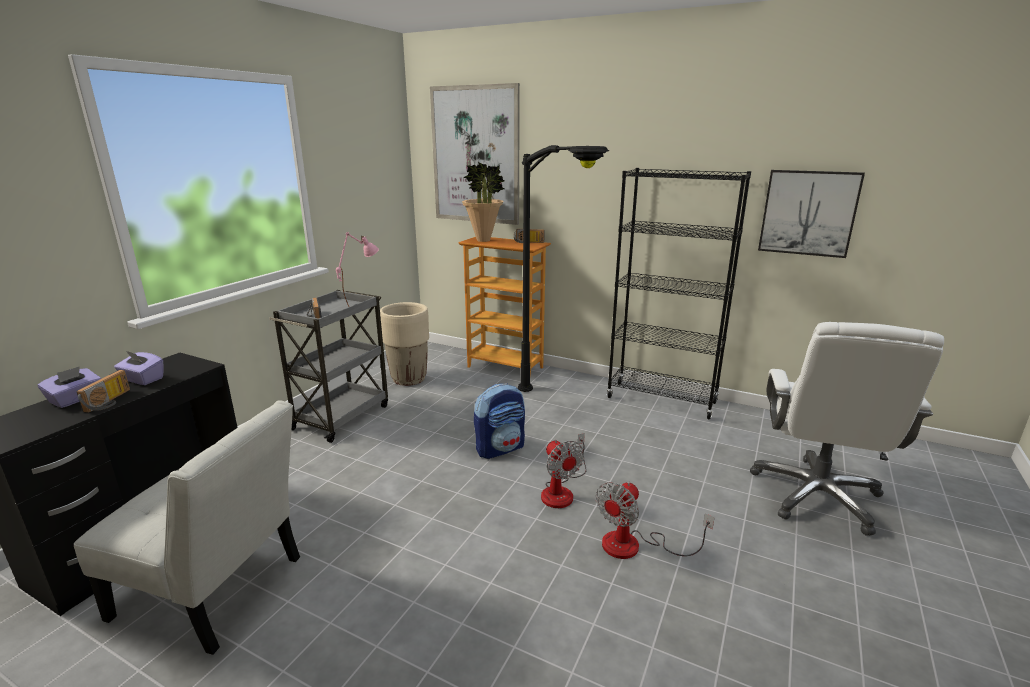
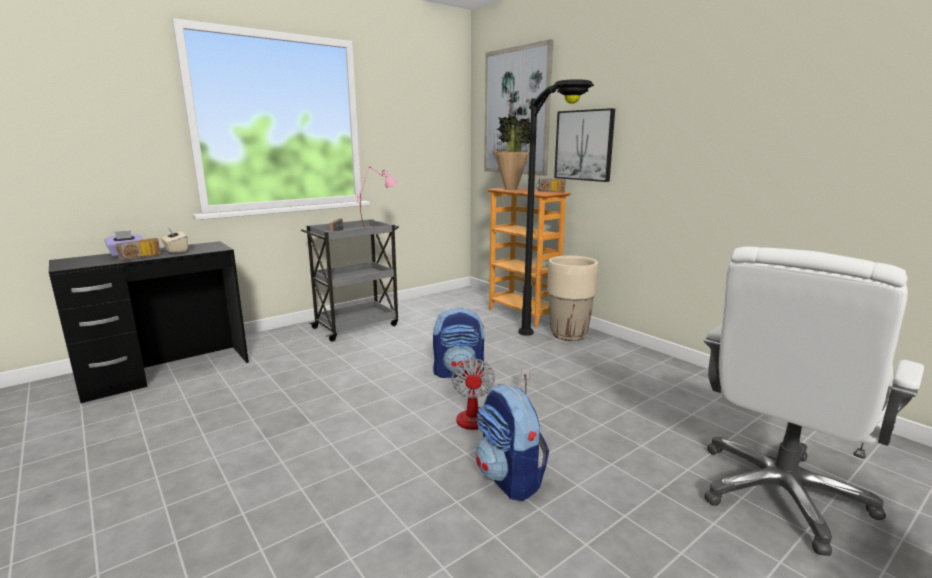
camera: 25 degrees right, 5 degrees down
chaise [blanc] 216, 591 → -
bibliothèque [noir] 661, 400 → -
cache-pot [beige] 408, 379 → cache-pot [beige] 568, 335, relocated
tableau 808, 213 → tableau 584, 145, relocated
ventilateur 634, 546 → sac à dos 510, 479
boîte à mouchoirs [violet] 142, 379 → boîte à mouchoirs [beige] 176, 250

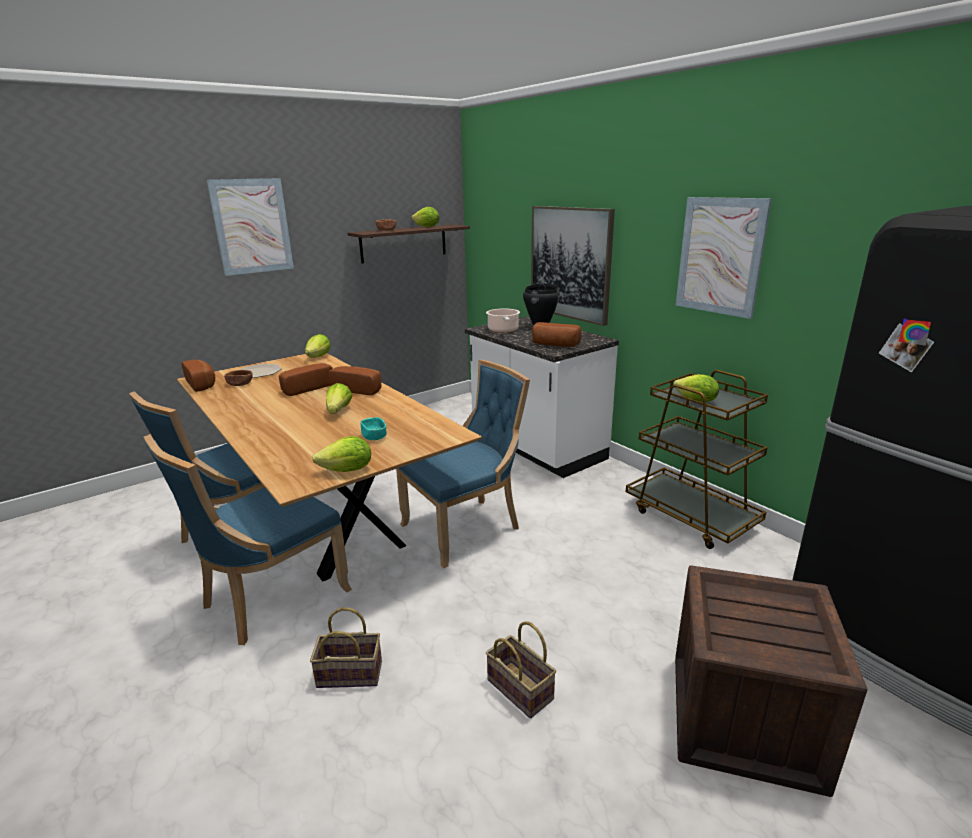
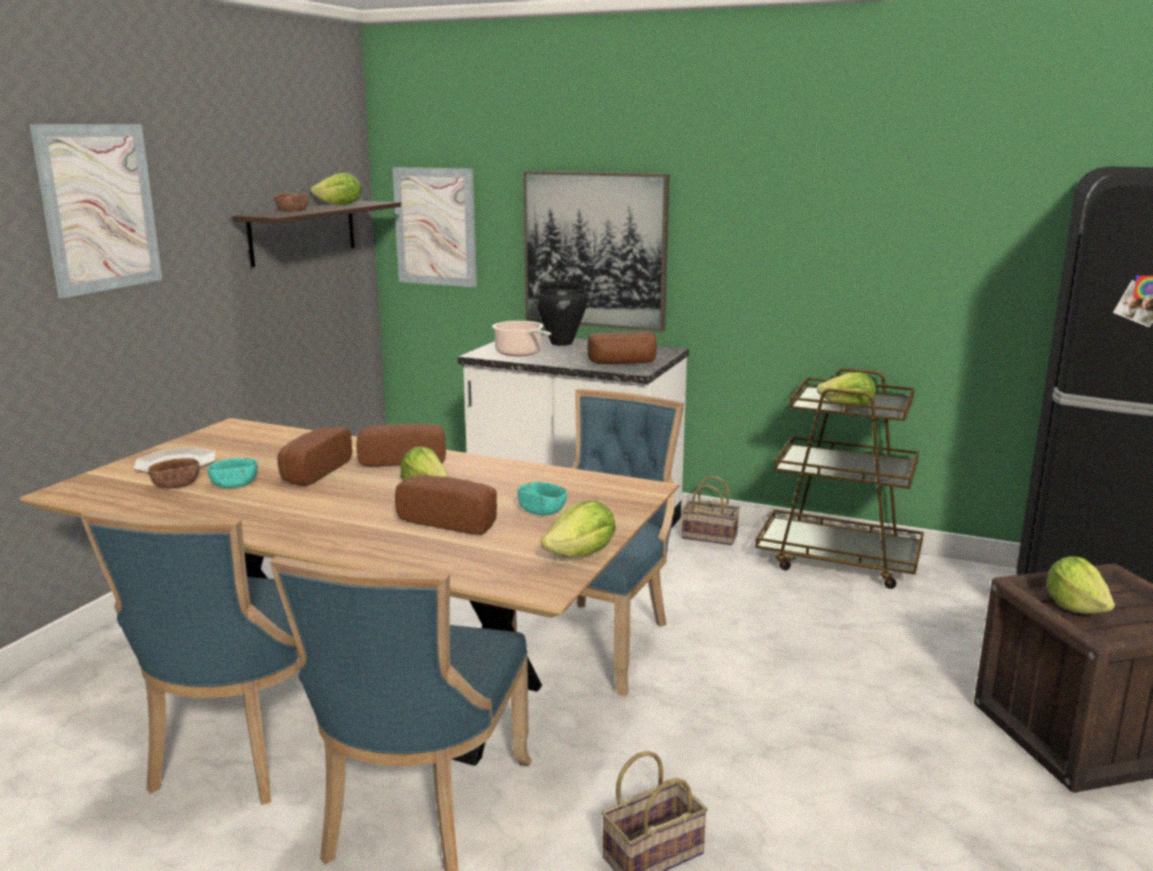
camera: 30 degrees left, 5 degrees down
- → bol [turquoise] 234, 484
pain 202, 384 → pain 452, 521, relocated
laitue 319, 357 → laitue 1076, 607, relocated
panier 522, 689 → panier 711, 536, relocated
tableau 720, 256 → tableau 435, 227, relocated

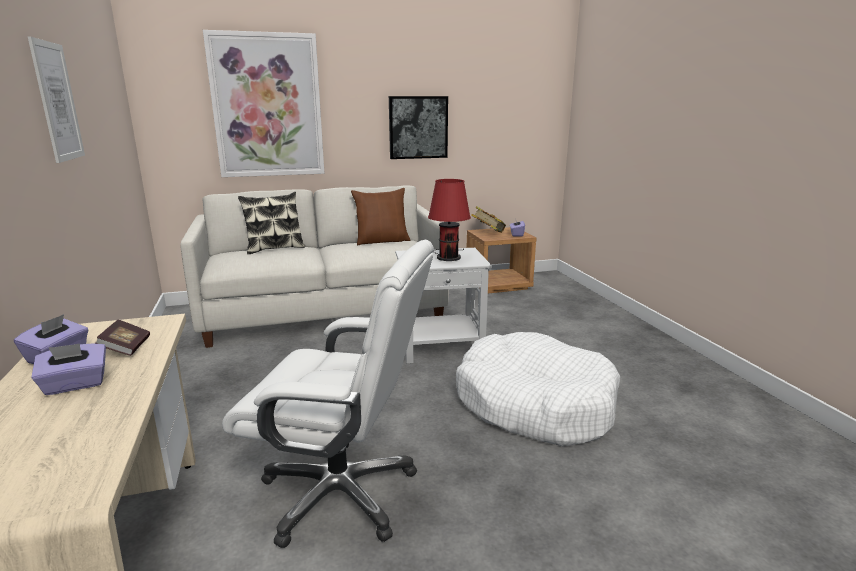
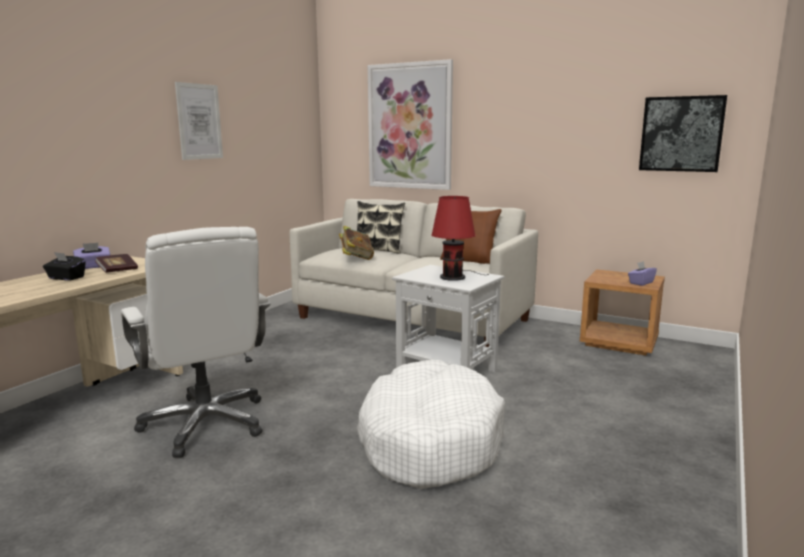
camera: 45 degrees right, 5 degrees down
tableau 418, 127 → tableau 681, 134, relocated
livre 488, 233 → livre 356, 258, relocated
boîte à mouchoirs [violet] 75, 385 → boîte à mouchoirs [noir] 66, 278

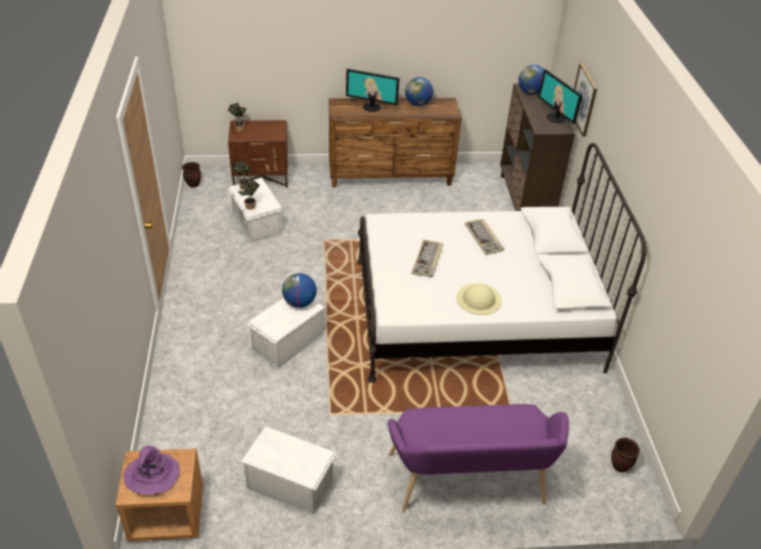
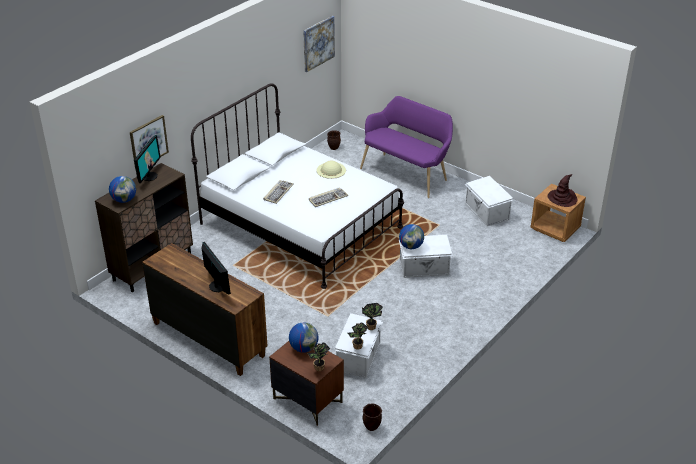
camera: 135 degrees left, 5 degrees down
- → tableau 318, 43
globe 418, 104 → globe 304, 348, relocated
chapeau [violet] 152, 475 → chapeau [marron] 562, 198

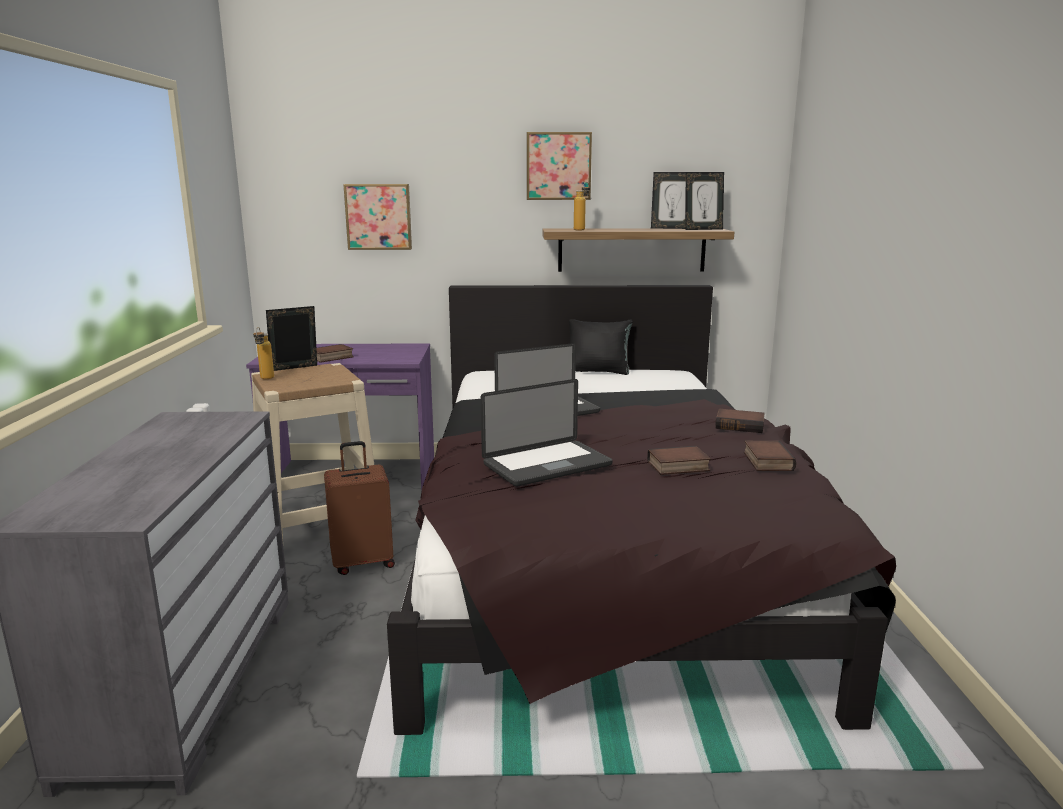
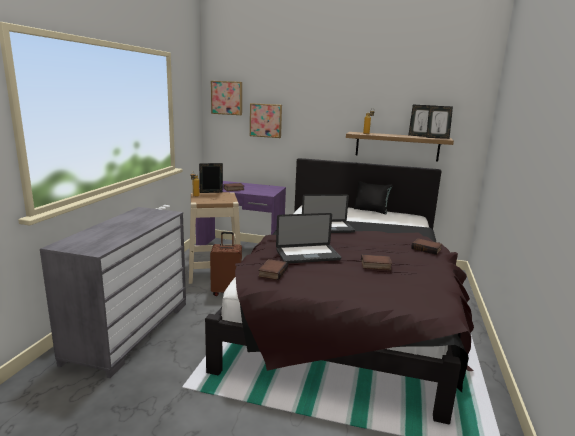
camera: 15 degrees right, 0 degrees up
tableau 558, 166 → tableau 227, 98, relocated
livre 766, 461 → livre 272, 272, relocated

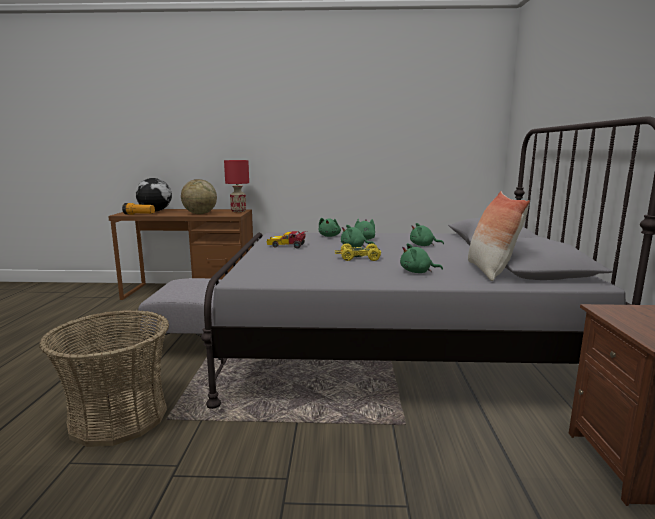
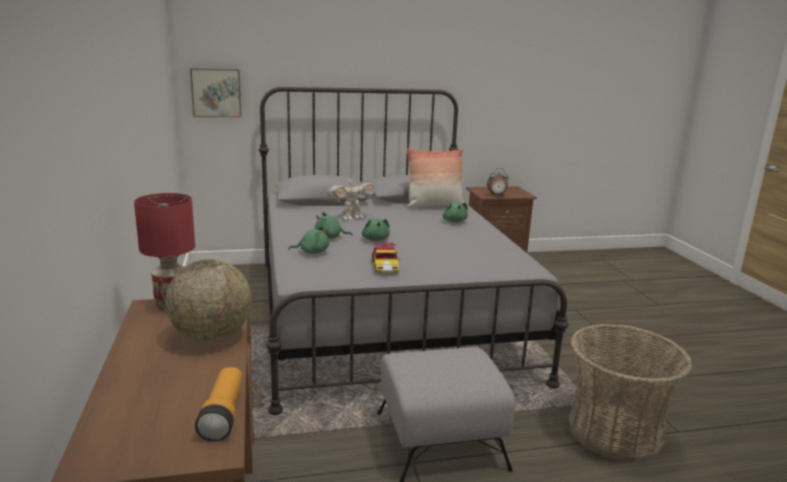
camera: 105 degrees left, 5 degrees up
globe 155, 211 → -
petite voiture [jaune] 359, 258 → -
- → tableau 216, 92
- → réveil 496, 195
peluche [vert] 423, 245 → robot jouet 351, 217

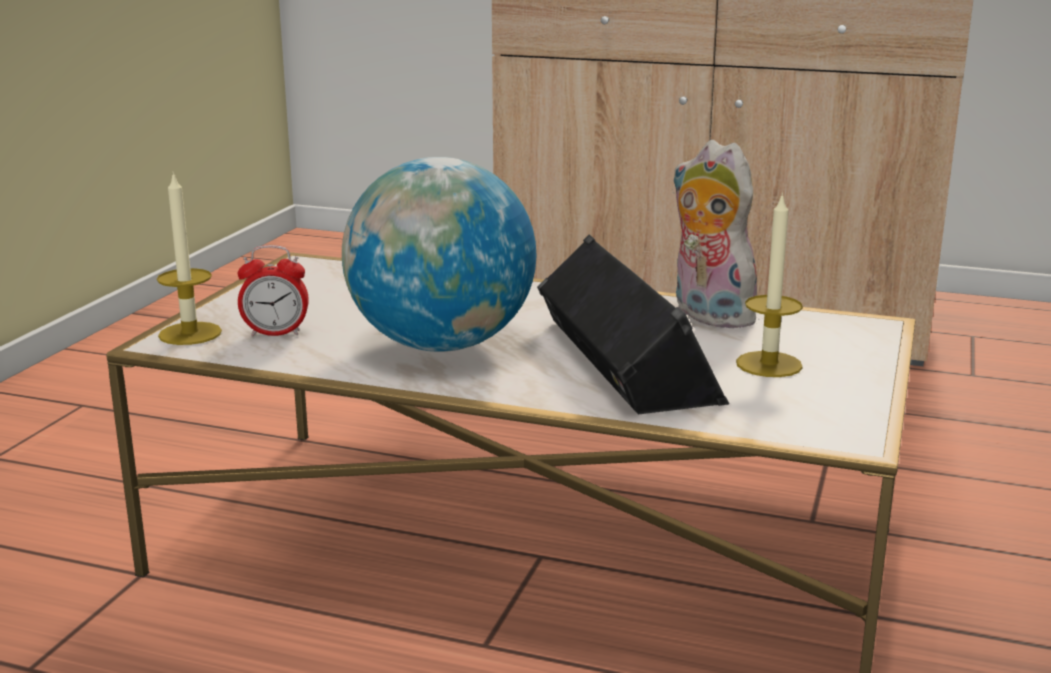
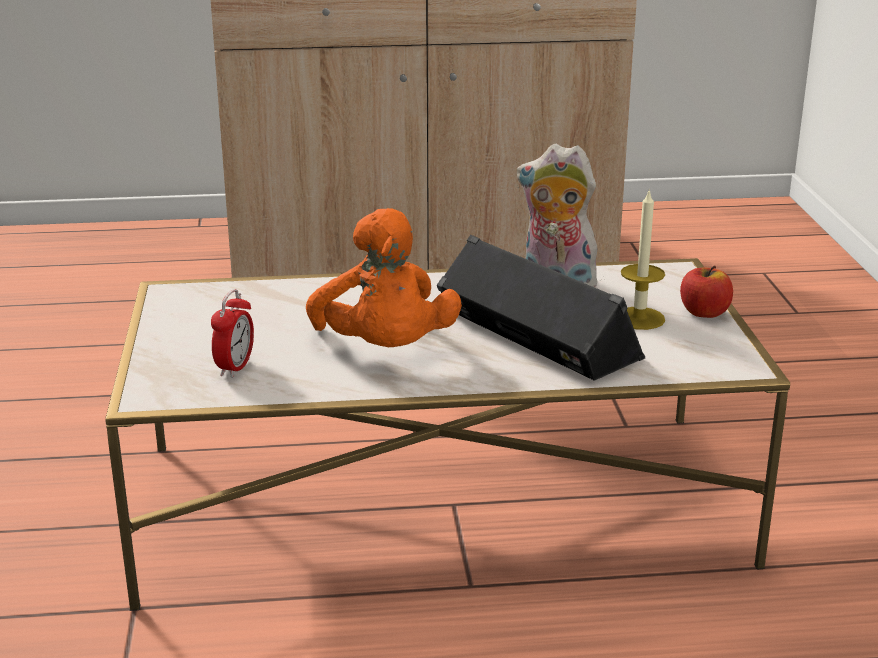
camera: 25 degrees left, 5 degrees up
bougie 190, 333 → -
- → pomme 704, 312
globe 441, 345 → peluche [orange] 385, 350
réveil 276, 333 → réveil 235, 367, 45 degrees counterclockwise

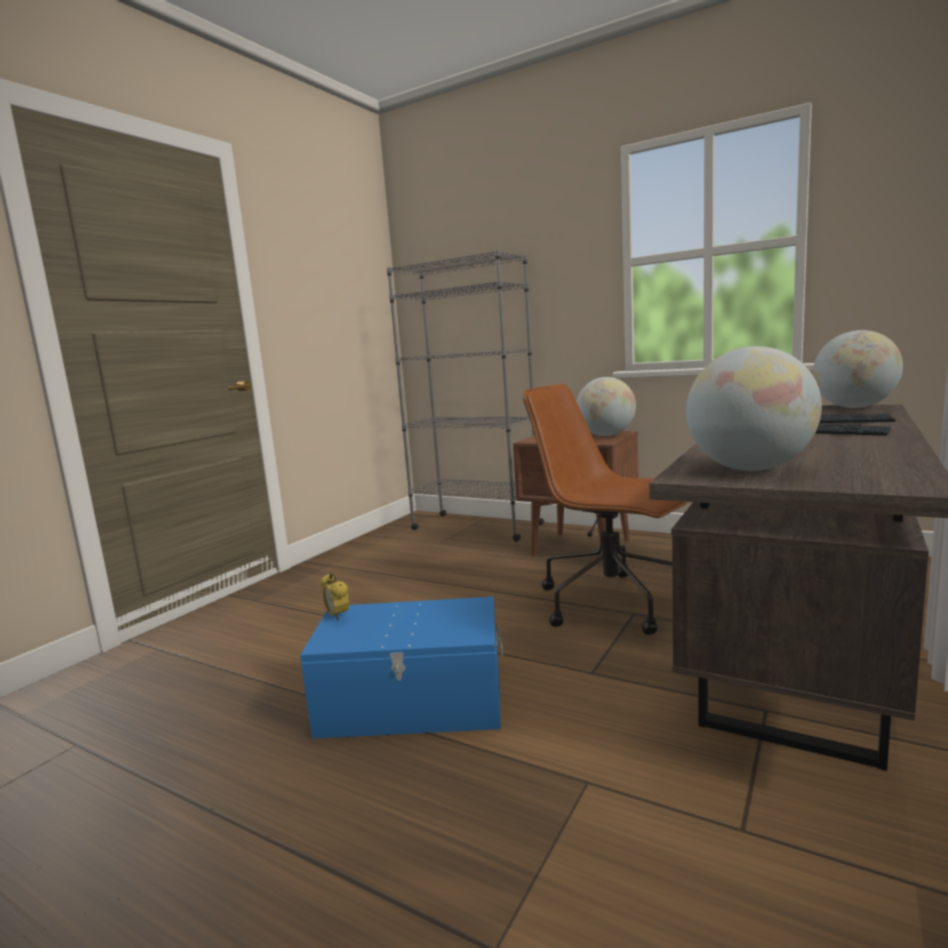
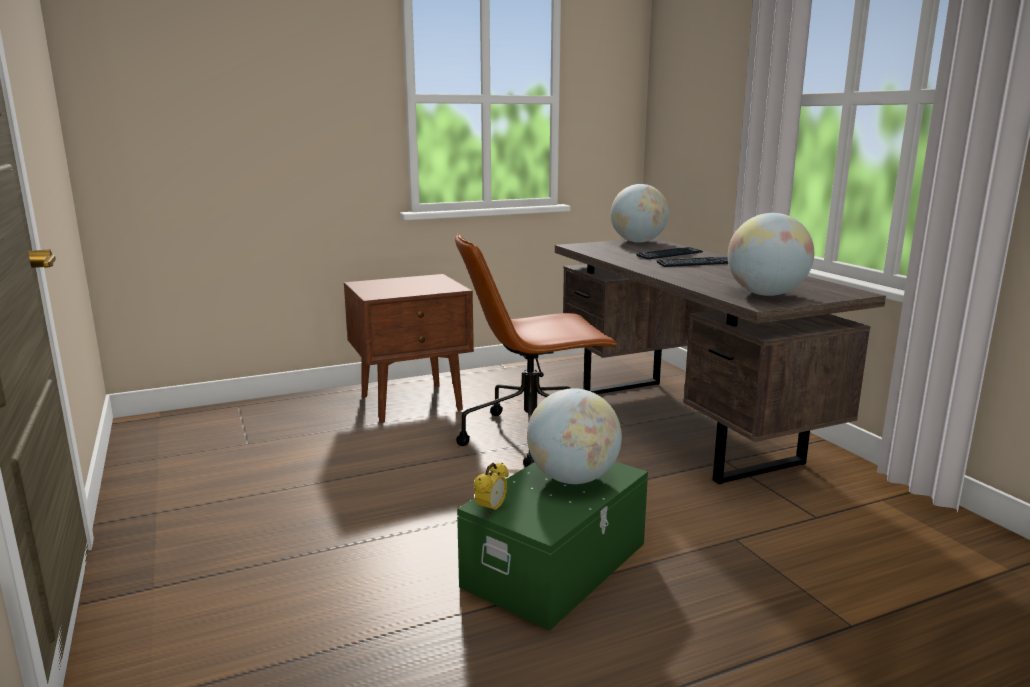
camera: 55 degrees left, 5 degrees up
bibliothèque [gris] 476, 527 → -
globe 606, 435 → globe 572, 478, relocated
boîte de rangement [bleu] 413, 702 → boîte de rangement [vert] 558, 565
réveil 337, 616 → réveil 491, 510, 60 degrees counterclockwise

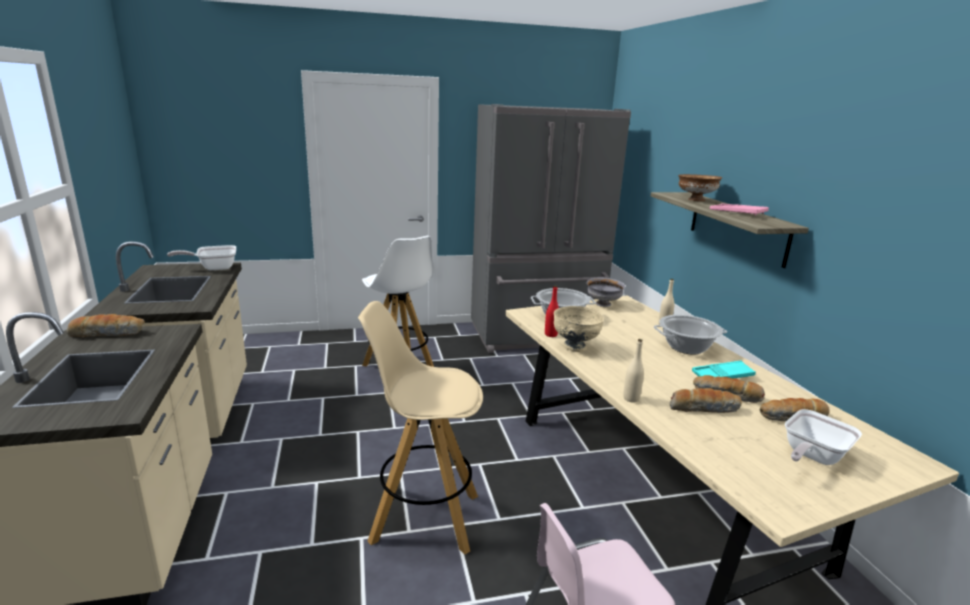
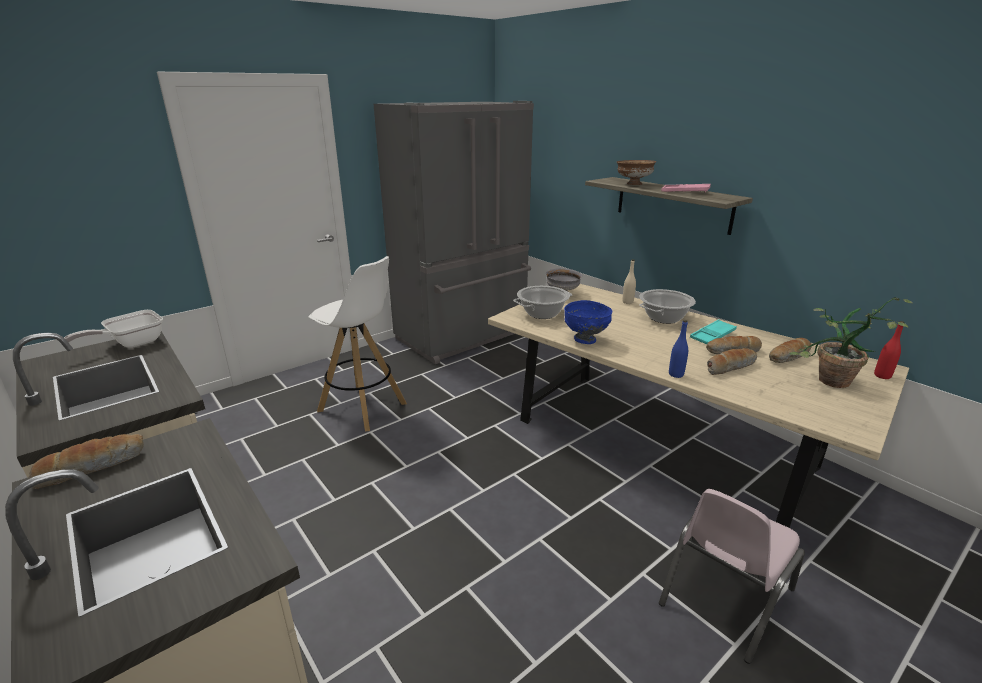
camera: 25 degrees left, 5 degrees up
tabouret [beige] 423, 517 → -
bouteille [rouge] 551, 334 → bouteille [rouge] 882, 376, relocated
poêle 811, 456 → plante en pot 830, 383
bol [beige] 575, 347 → bol [bleu] 585, 340
bouteille [beige] 631, 398 → bouteille [bleu] 676, 374

